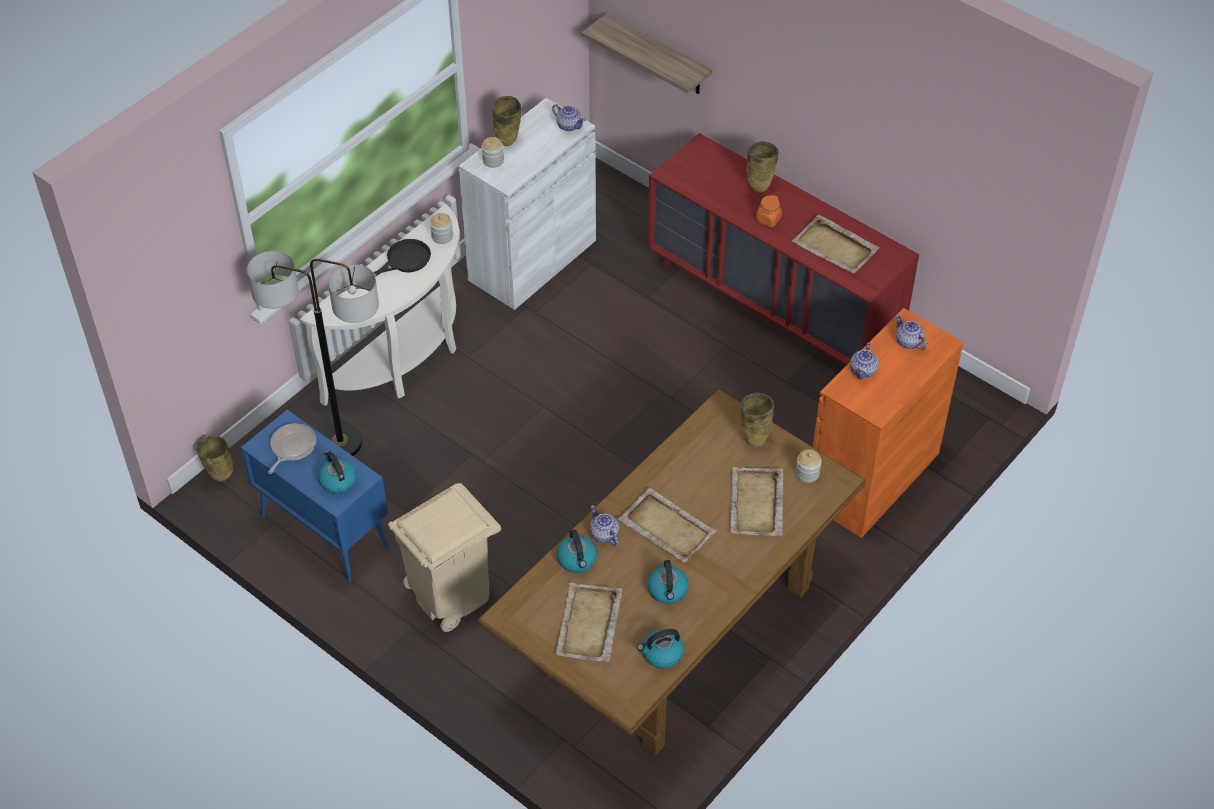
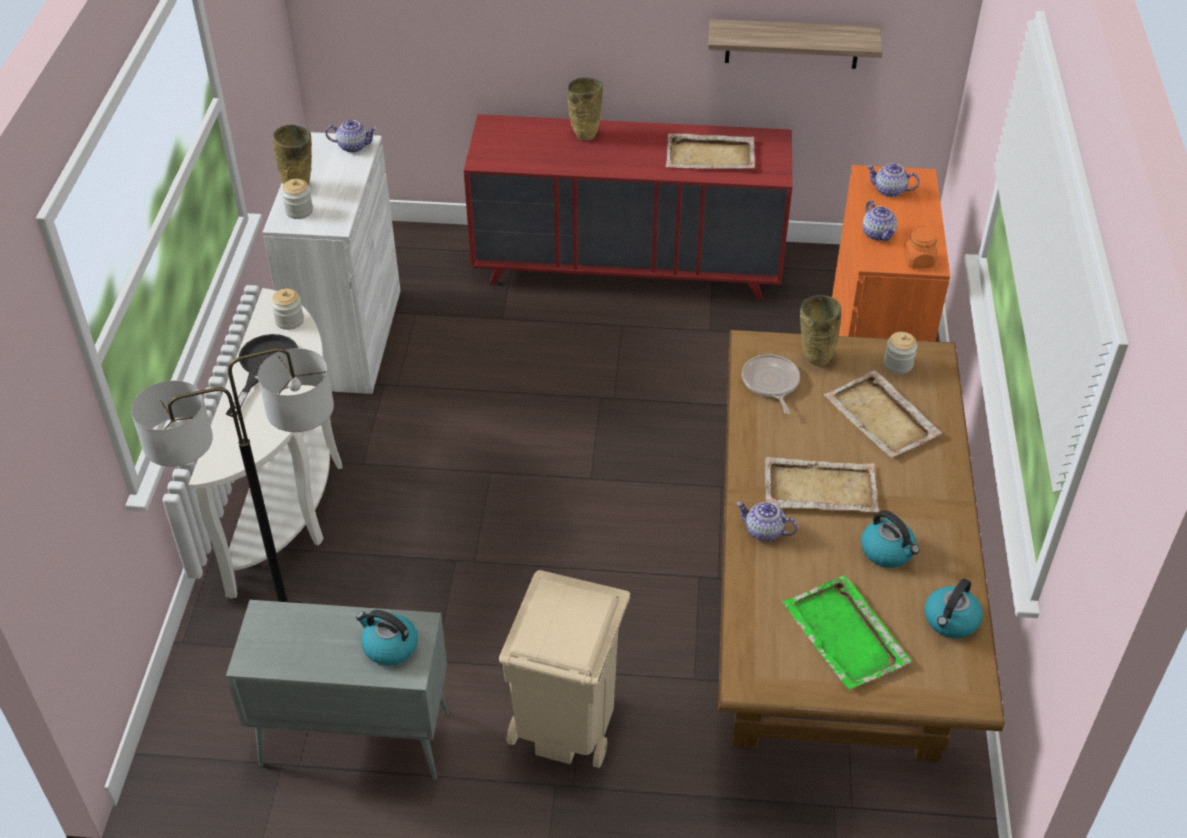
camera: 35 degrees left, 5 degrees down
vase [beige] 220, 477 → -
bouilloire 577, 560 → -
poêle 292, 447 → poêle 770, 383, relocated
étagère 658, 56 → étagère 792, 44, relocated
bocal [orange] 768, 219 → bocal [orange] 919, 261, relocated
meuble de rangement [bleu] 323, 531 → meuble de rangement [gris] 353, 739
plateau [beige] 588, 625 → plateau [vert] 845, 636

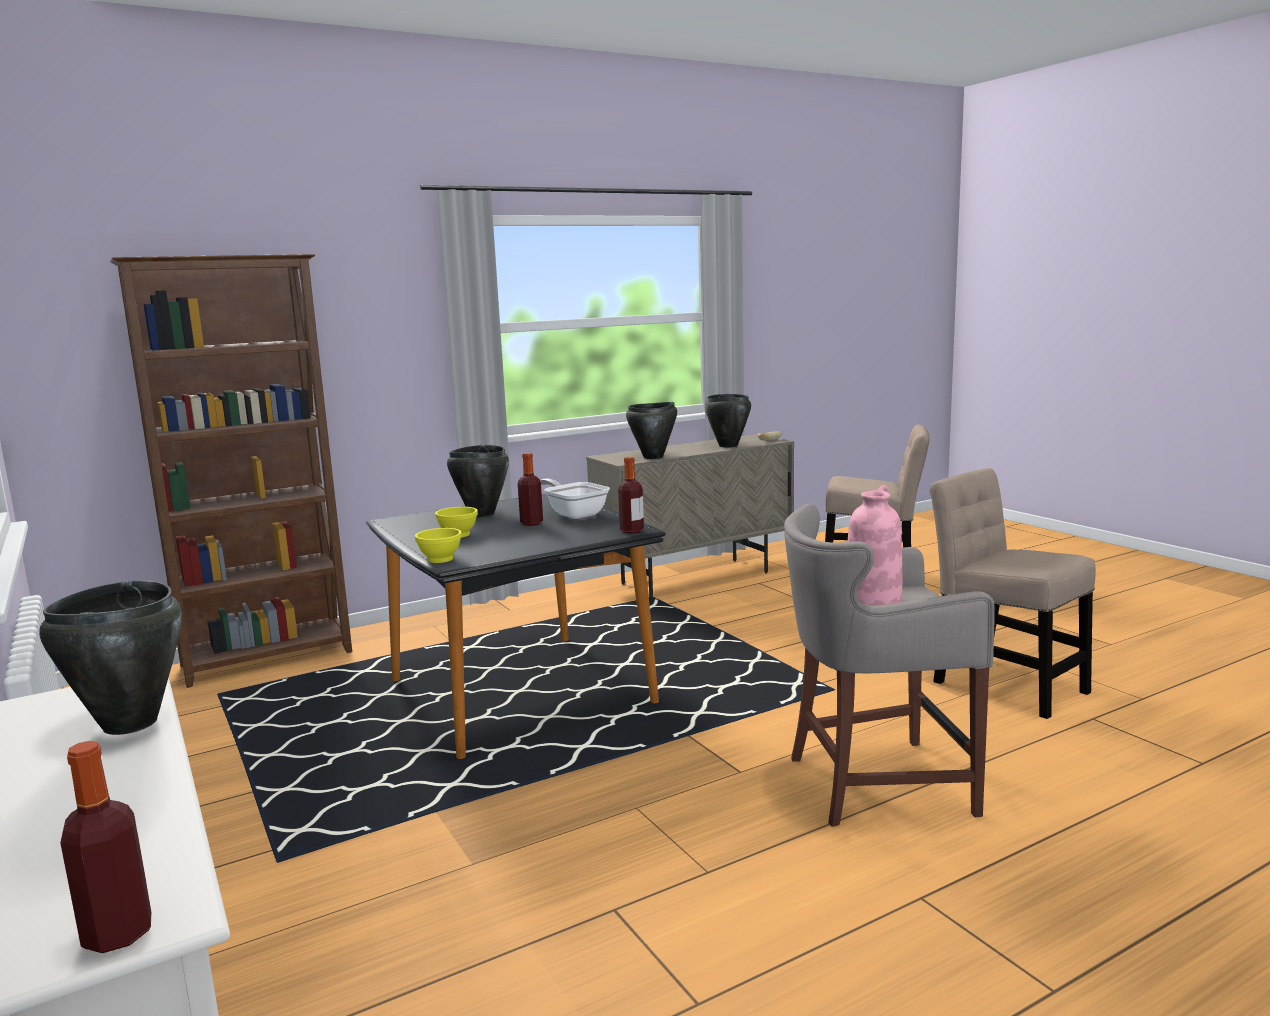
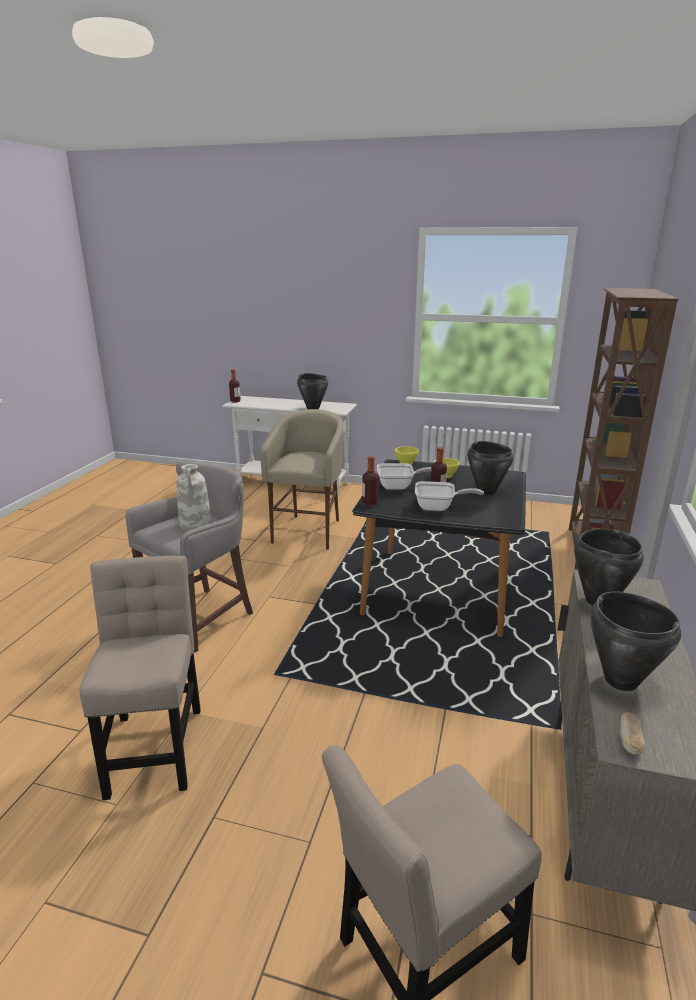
camera: 135 degrees right, 10 degrees up
- → tabouret [beige] 308, 531
- → poêle 399, 486
vase [rose] 872, 600 → vase [blanc] 195, 524
chaise [beige] 1003, 684 → chaise [beige] 155, 745, 105 degrees counterclockwise

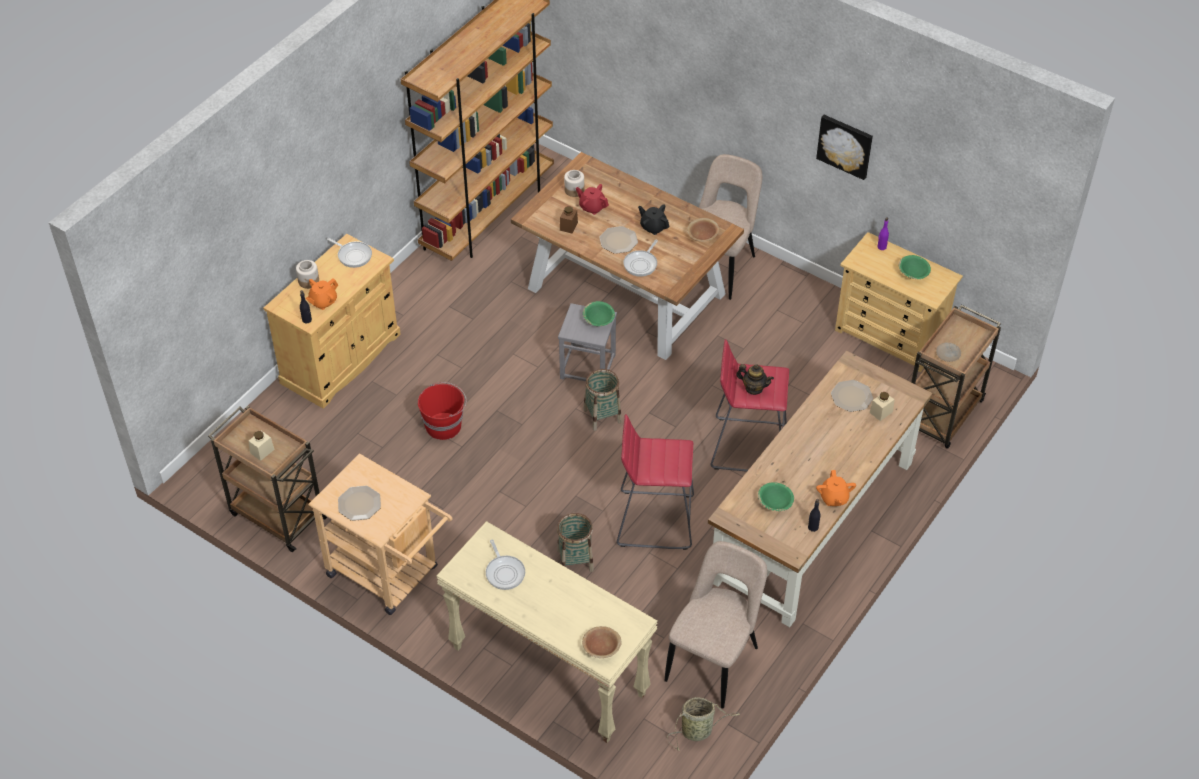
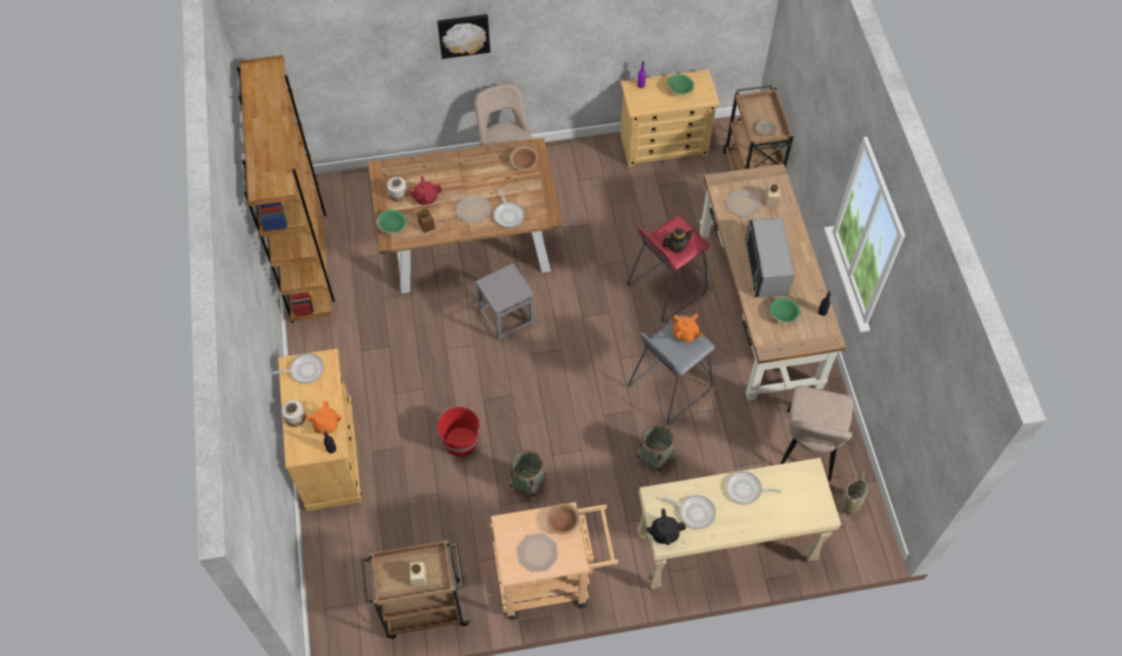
camera: 45 degrees left, 10 degrees up
- → poêle 746, 490
- → micro-ondes 766, 268
bol [marron] 601, 648 → bol [marron] 563, 522, relocated
bol [vert] 598, 320 → bol [vert] 392, 226, relocated
panier 602, 416 → panier 527, 485, relocated
théière [noir] 653, 227 → théière [noir] 664, 533, relocated
tableau 845, 145 → tableau 463, 34, relocated
théière [orange] 834, 498 → théière [orange] 685, 334, relocated
tabouret [rouge] 654, 519 → tabouret [gris] 669, 388
chaise [beige] 714, 660 → chaise [beige] 808, 449, 150 degrees counterclockwise

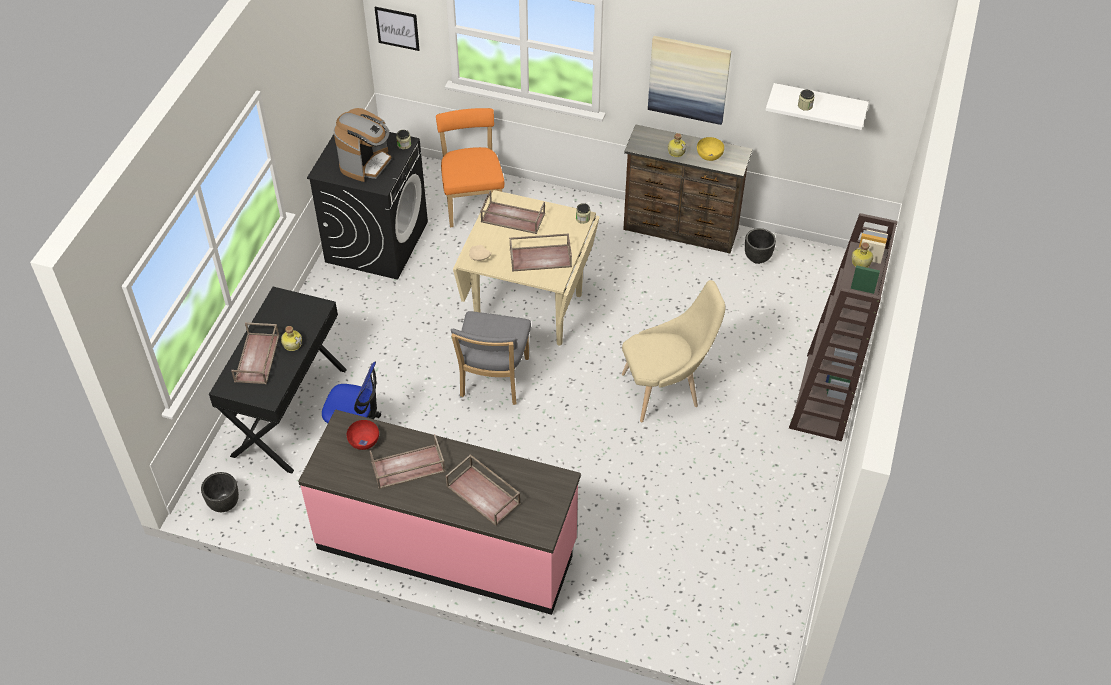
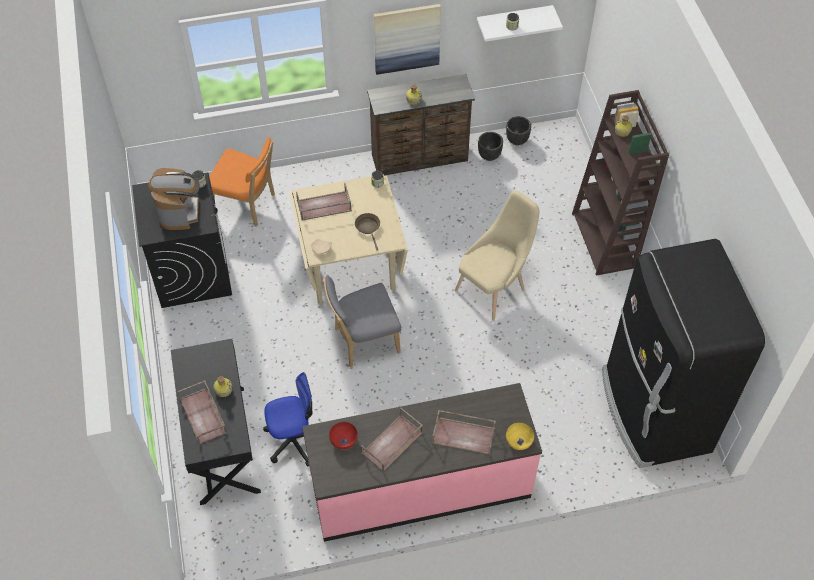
camera: 30 degrees left, 5 degrees up
tableau 397, 28 → -
- → réfrigérateur [noir] 653, 412
cache-pot [noir] 224, 504 → cache-pot [noir] 517, 140, relocated
bol [jaune] 709, 155 → bol [jaune] 519, 440, relocated
plateau [marron] 541, 257 → poêle [marron] 368, 228
chaise [orange] 473, 202 → chaise [orange] 247, 205, 150 degrees clockwise
chaise [gris] 493, 380 → chaise [gris] 363, 341, 90 degrees clockwise

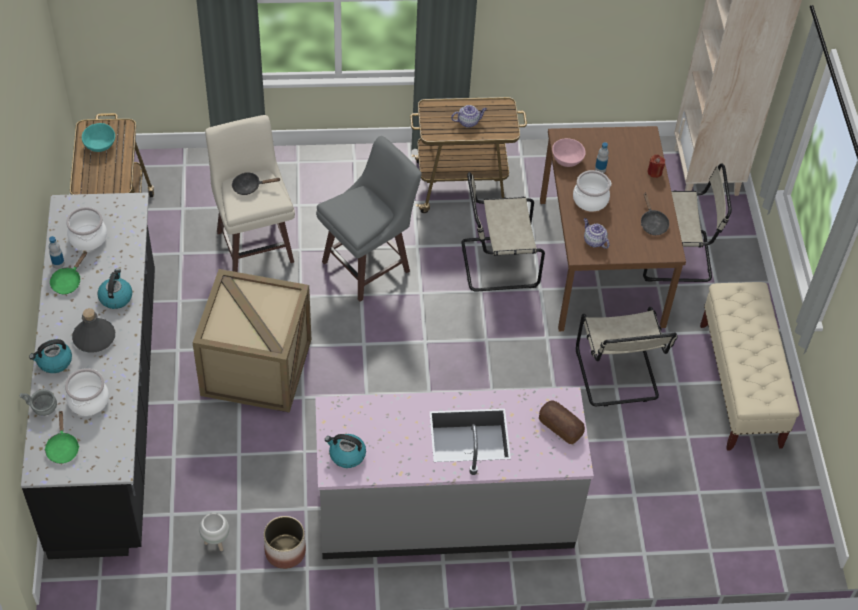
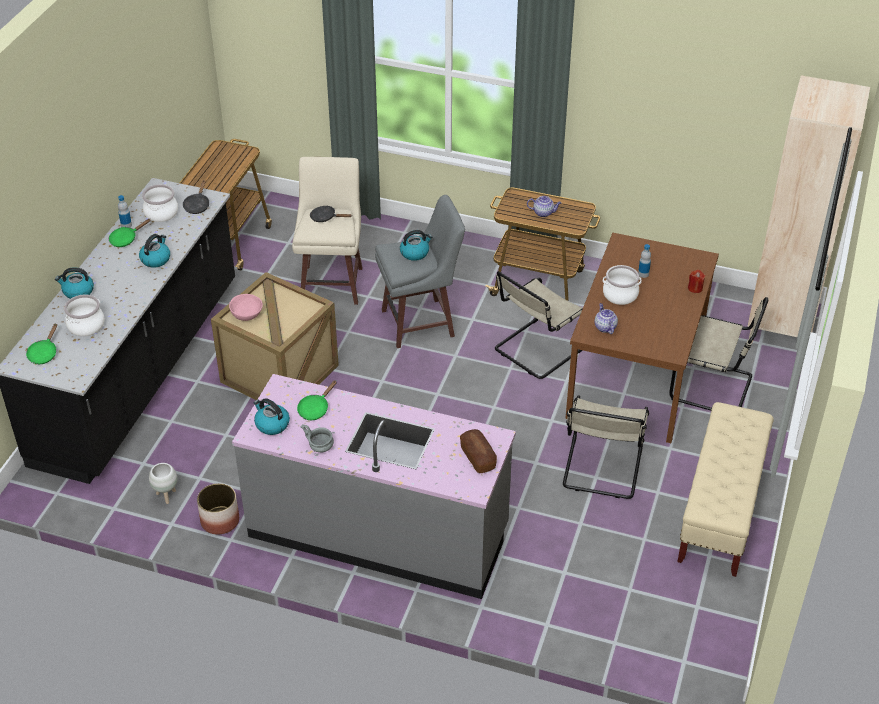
camera: 25 degrees right, 10 degrees down
bouteille [gris] 94, 337 → -
bol [turquoise] 99, 144 → -
- → poêle [vert] 315, 409
- → bouilloire 415, 253
bol [gris] 44, 409 → bol [gris] 320, 447, relocated
bol [rose] 566, 160 → bol [rose] 246, 315, relocated
poêle [noir] 652, 223 → poêle [noir] 197, 205, relocated
chaise [beige] 496, 263 → chaise [beige] 536, 350, 60 degrees counterclockwise

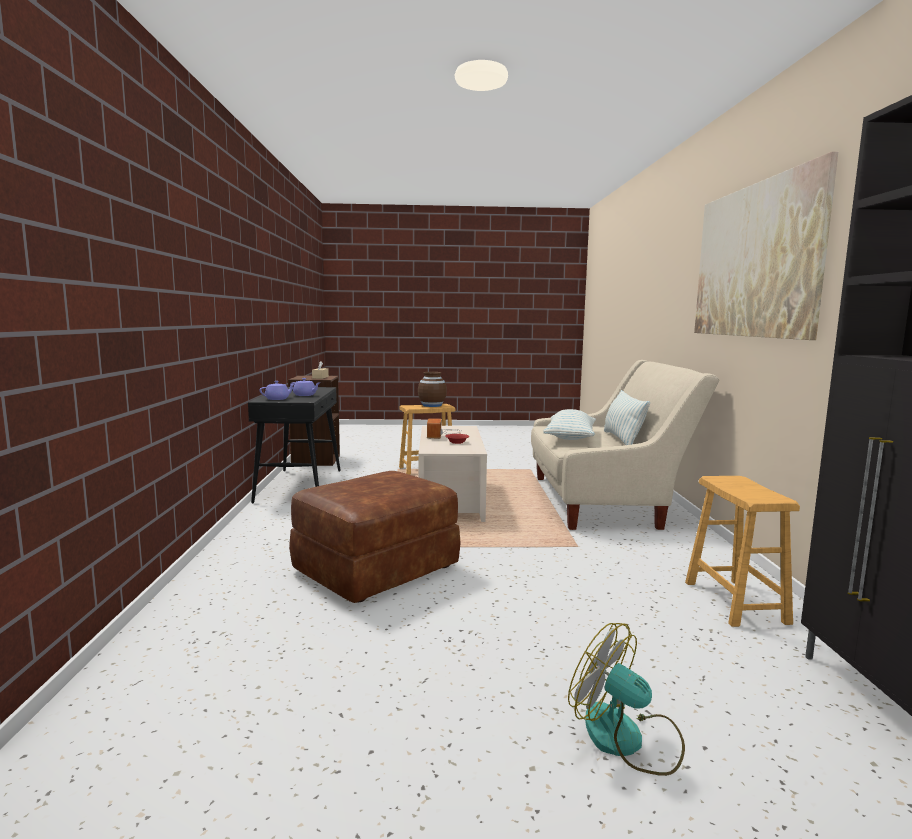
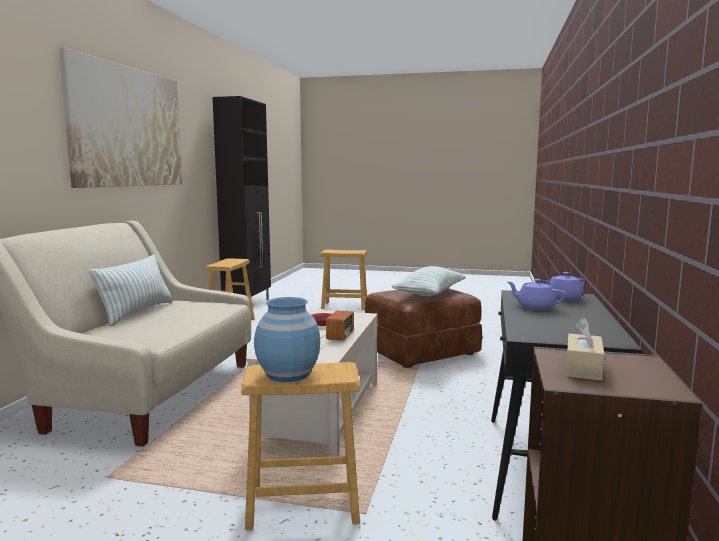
camera: 165 degrees left, 0 degrees up
coussin 570, 437 → coussin 429, 294, relocated
ventilateur 627, 739 → tabouret [marron] 344, 306
vase [marron] 432, 405 → vase [bleu] 288, 374

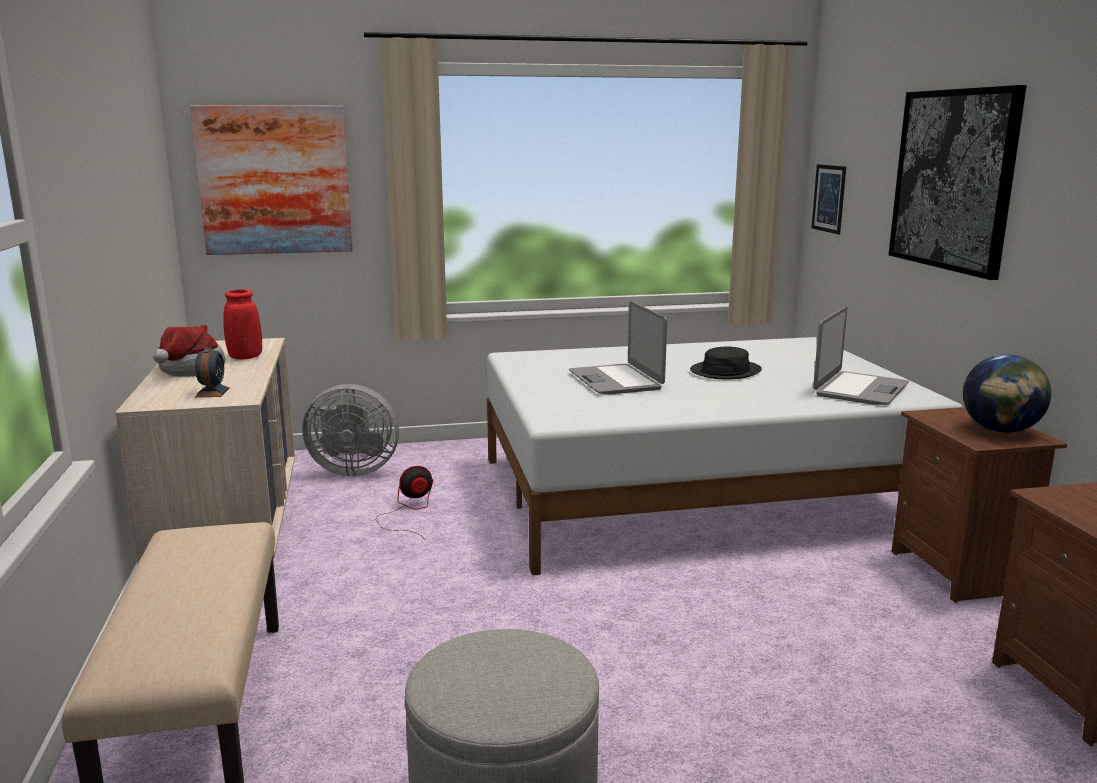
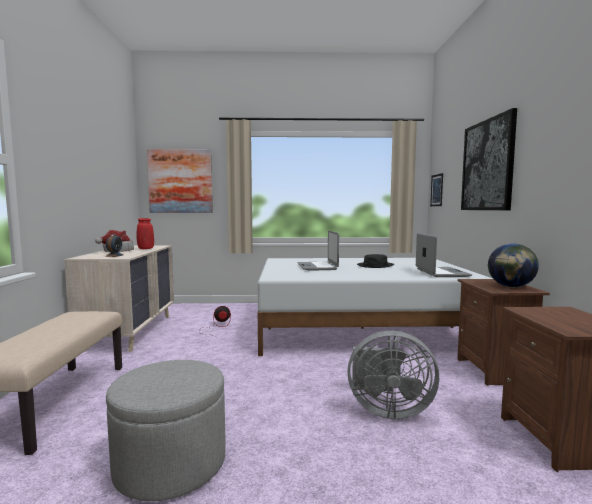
camera: 10 degrees right, 10 degrees down
ventilateur [gris] 352, 470 → ventilateur [gris] 386, 410, relocated
ordinateur portable 860, 390 → ordinateur portable 441, 273, 45 degrees counterclockwise

